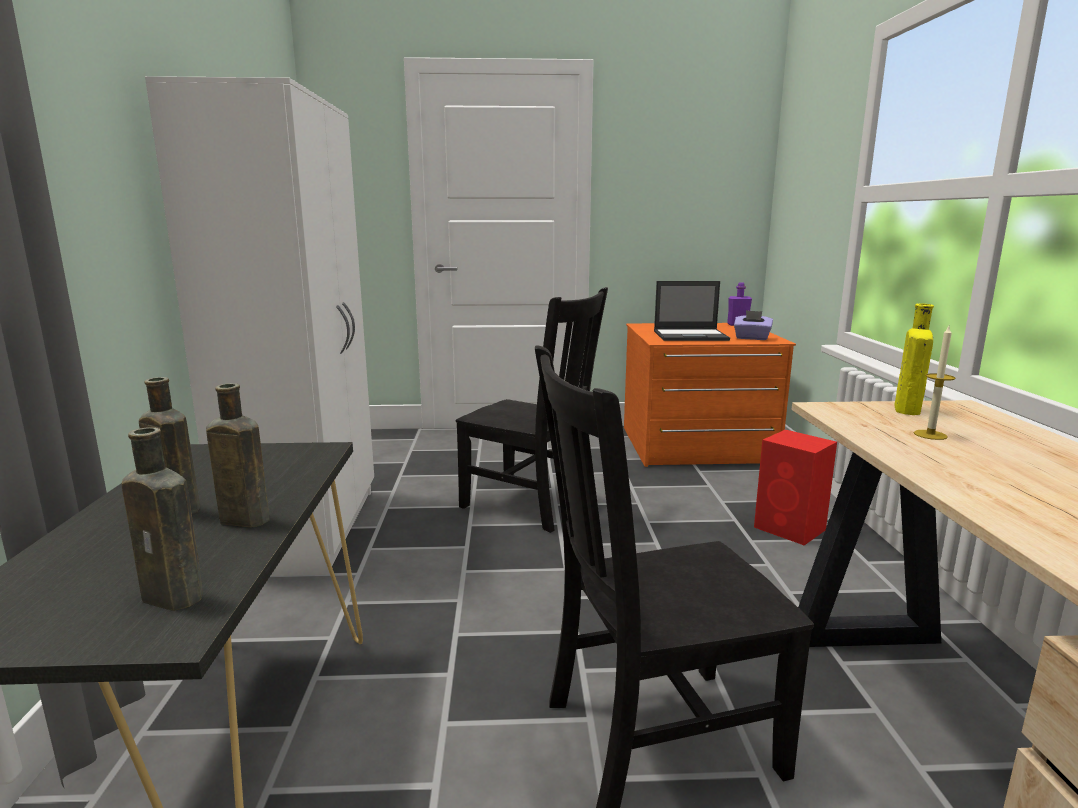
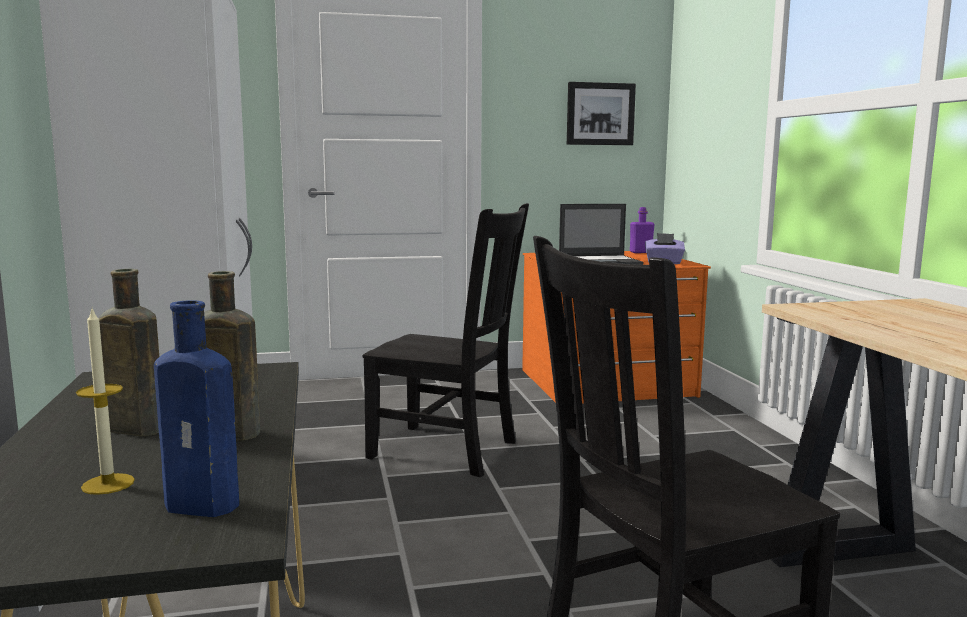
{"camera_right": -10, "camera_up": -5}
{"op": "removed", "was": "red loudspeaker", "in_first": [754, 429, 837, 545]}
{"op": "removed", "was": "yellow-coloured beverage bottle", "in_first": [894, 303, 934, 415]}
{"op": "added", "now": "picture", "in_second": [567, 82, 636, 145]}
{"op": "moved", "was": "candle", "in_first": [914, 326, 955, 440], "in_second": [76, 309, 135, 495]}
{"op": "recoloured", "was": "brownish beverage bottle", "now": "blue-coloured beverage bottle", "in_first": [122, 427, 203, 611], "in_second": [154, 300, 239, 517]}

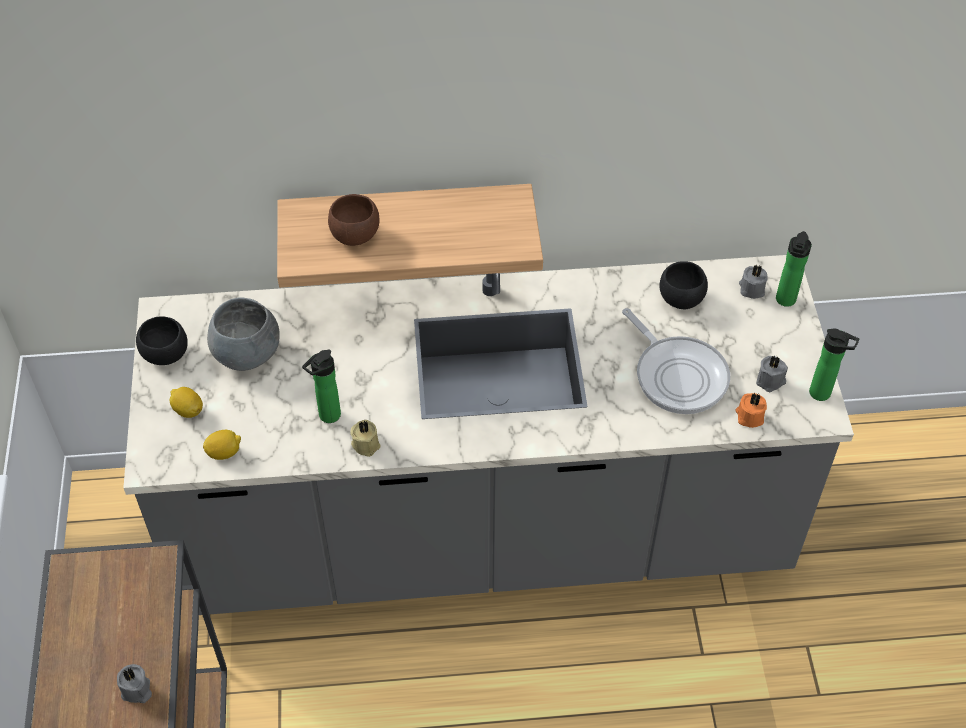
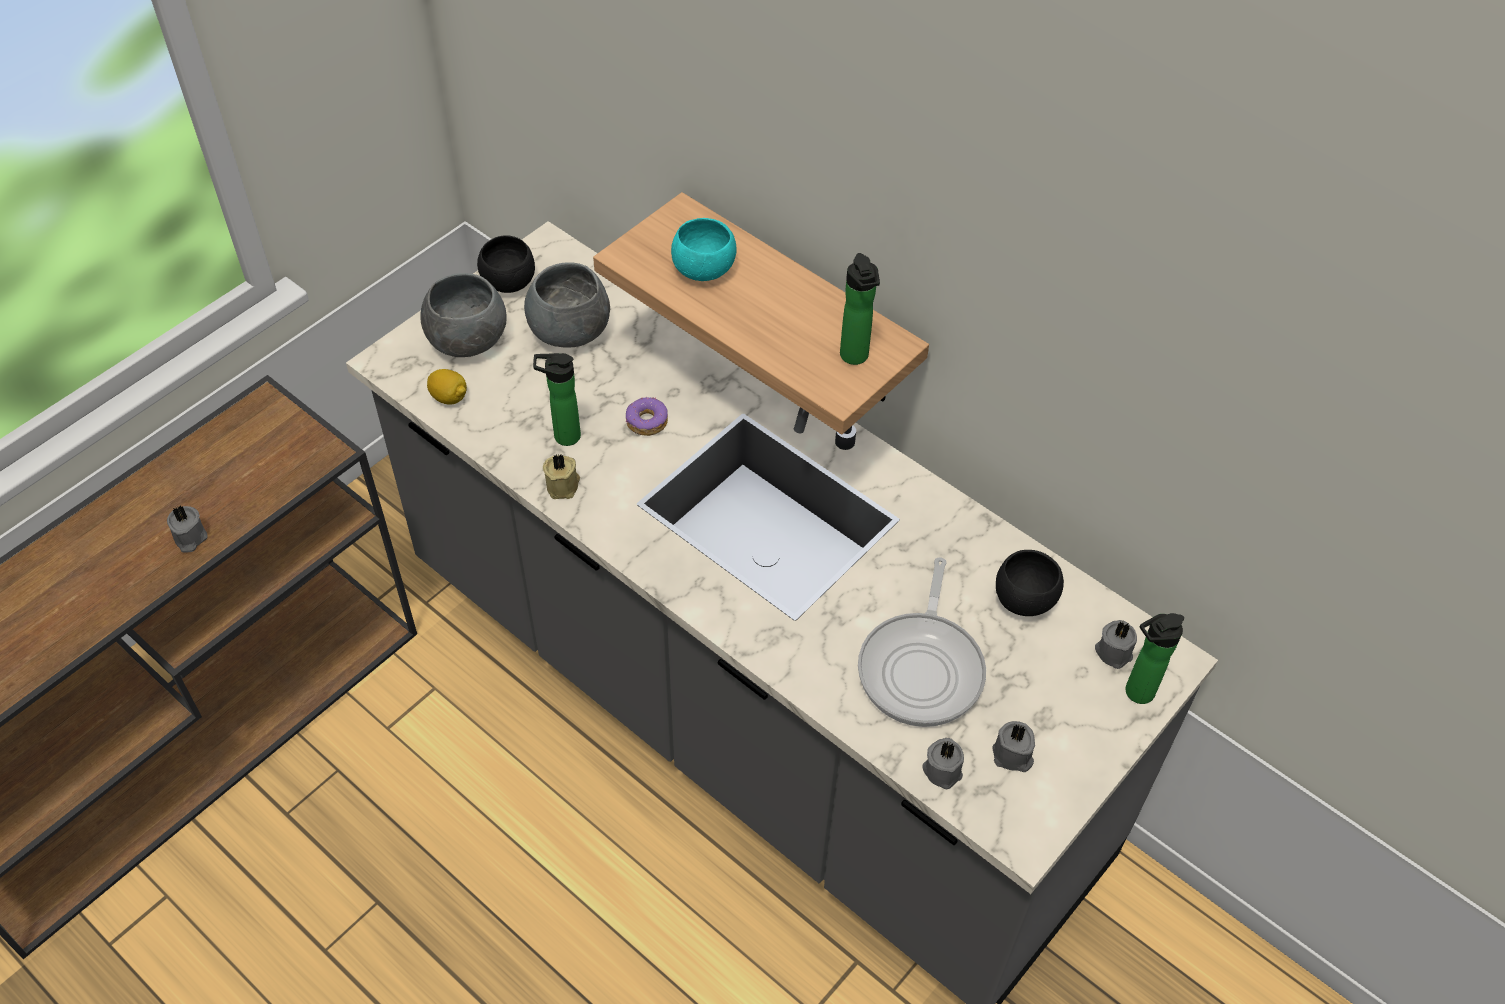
{"camera_right": 45, "camera_up": 0}
{"op": "added", "now": "doughnut", "in_second": [626, 397, 668, 436]}
{"op": "moved", "was": "beverage bottle", "in_first": [809, 328, 859, 401], "in_second": [840, 253, 880, 365]}
{"op": "replaced", "was": "whole lemon", "now": "gray bowl", "in_first": [170, 387, 203, 418], "in_second": [420, 273, 506, 357]}
{"op": "recoloured", "was": "brownish bowl", "now": "turquoise-coloured bowl", "in_first": [328, 194, 380, 246], "in_second": [671, 218, 737, 281]}
{"op": "recoloured", "was": "orangey candle", "now": "gray candle", "in_first": [736, 393, 767, 428], "in_second": [922, 738, 964, 790]}

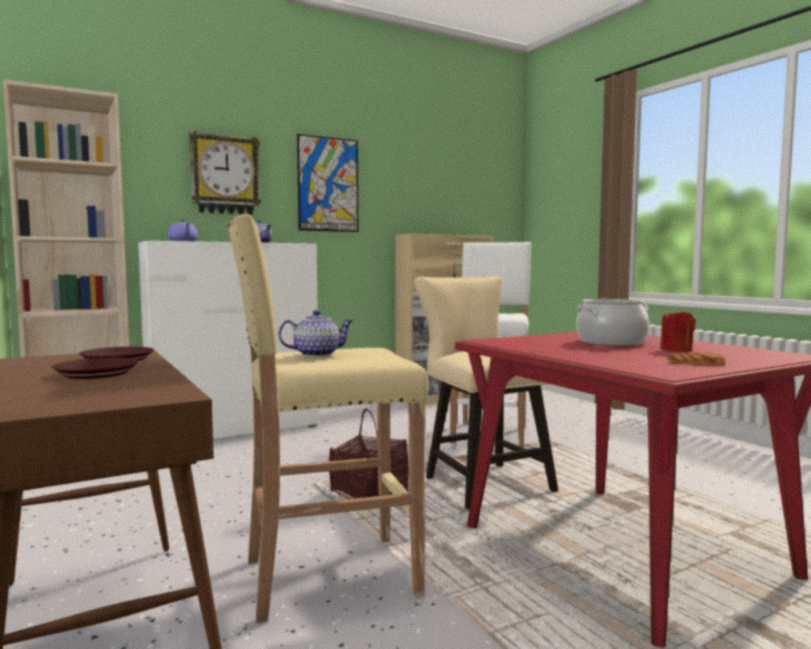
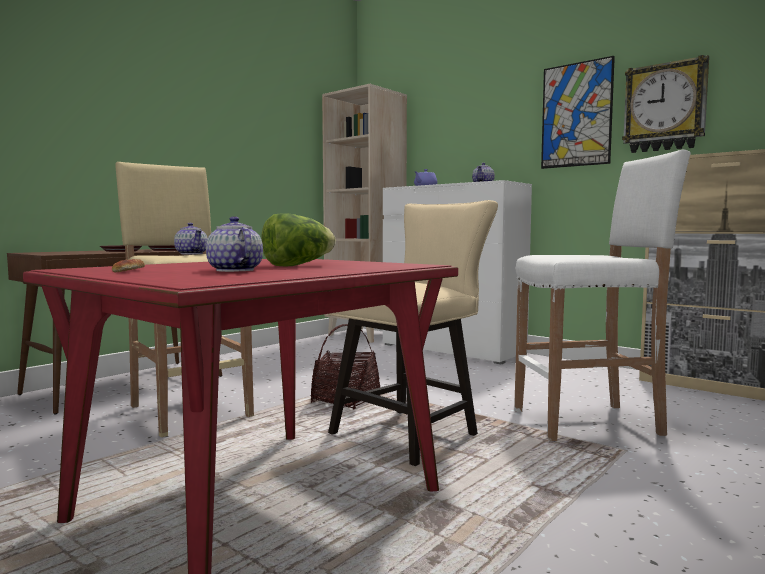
{"camera_right": 70, "camera_up": 0}
{"op": "moved", "was": "hanging clock", "in_first": [189, 131, 261, 215], "in_second": [622, 55, 709, 153]}
{"op": "replaced", "was": "stockpot", "now": "head of lettuce", "in_first": [576, 299, 649, 346], "in_second": [261, 213, 336, 266]}
{"op": "replaced", "was": "red candle", "now": "pot for tea", "in_first": [660, 308, 696, 352], "in_second": [206, 216, 263, 272]}

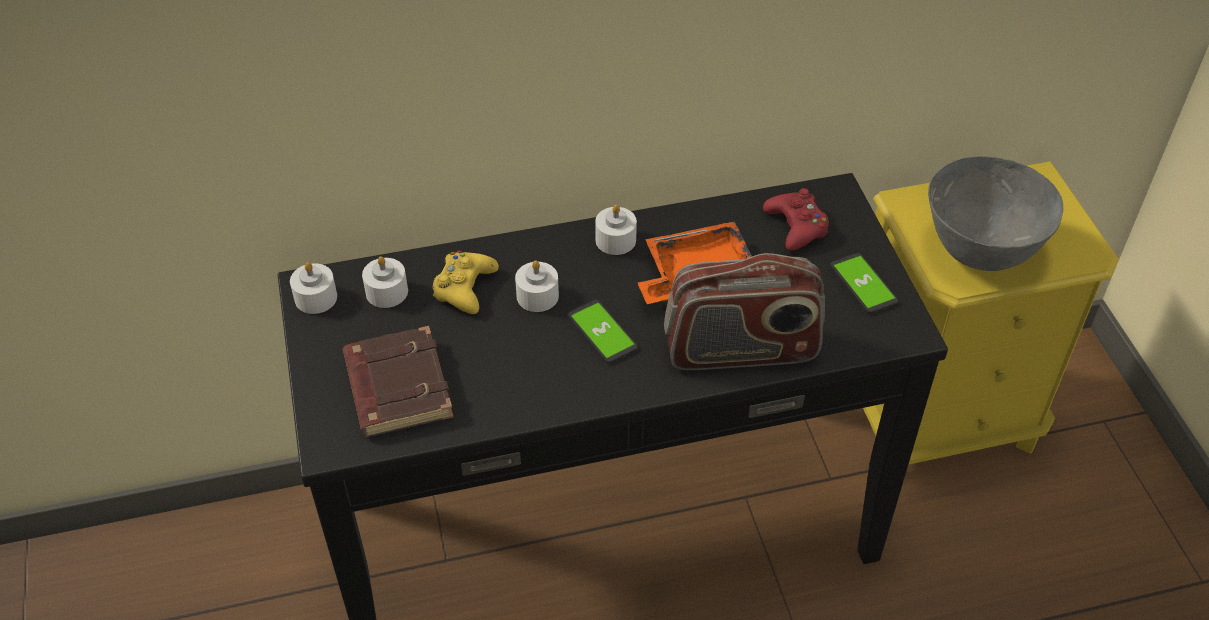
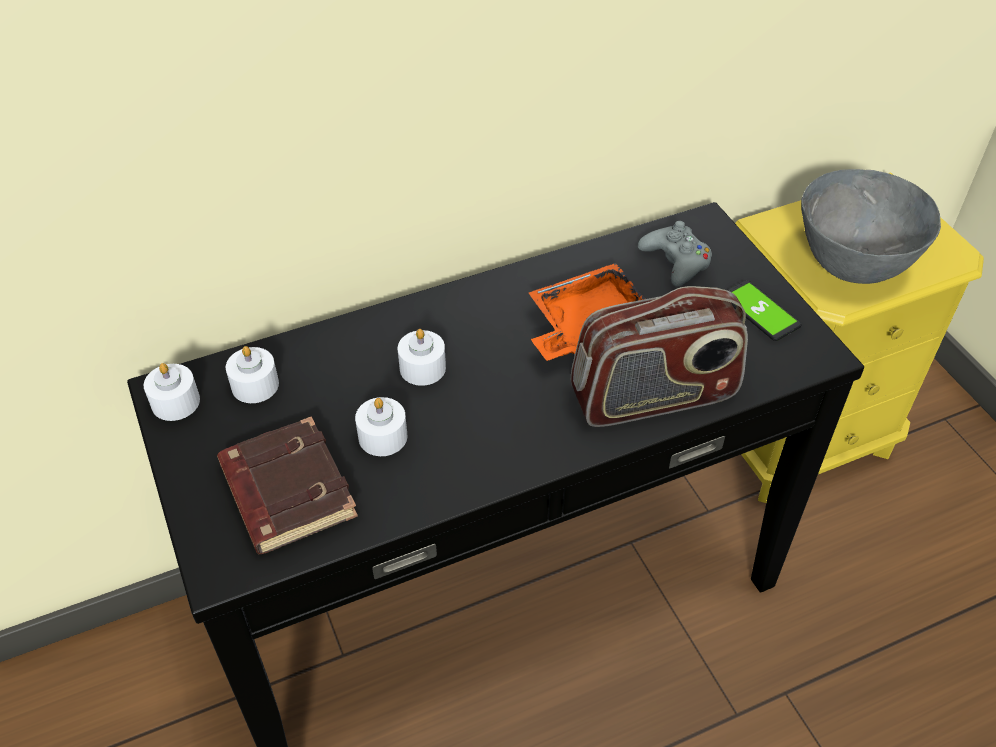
{"camera_right": -10, "camera_up": 0}
{"op": "removed", "was": "yellow-coloured game controller", "in_first": [433, 250, 499, 314]}
{"op": "removed", "was": "telephone", "in_first": [568, 300, 638, 364]}
{"op": "moved", "was": "white candle", "in_first": [595, 204, 637, 255], "in_second": [355, 397, 407, 456]}
{"op": "recoloured", "was": "red game controller", "now": "gray game controller", "in_first": [763, 188, 829, 251], "in_second": [638, 221, 712, 287]}

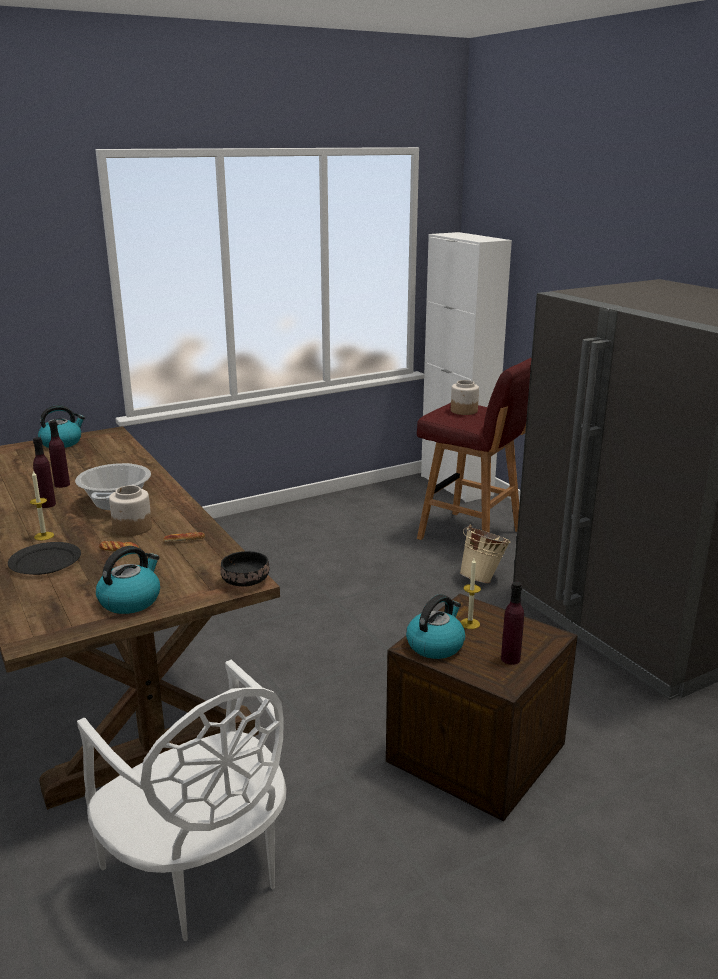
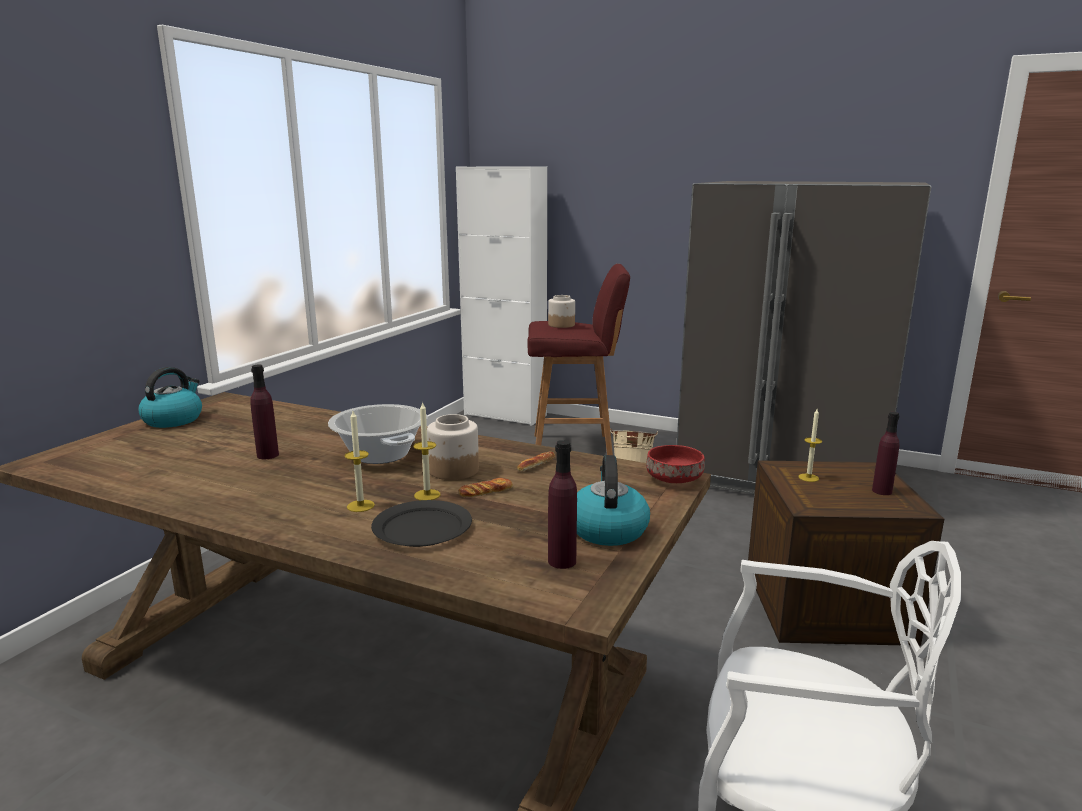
{"camera_right": -35, "camera_up": -5}
{"op": "removed", "was": "kettle", "in_first": [406, 594, 465, 659]}
{"op": "added", "now": "candle", "in_second": [413, 401, 440, 500]}
{"op": "moved", "was": "purple beverage bottle", "in_first": [33, 437, 56, 508], "in_second": [548, 440, 577, 569]}
{"op": "recoloured", "was": "blackish bowl", "now": "red bowl", "in_first": [221, 551, 270, 587], "in_second": [646, 445, 705, 483]}

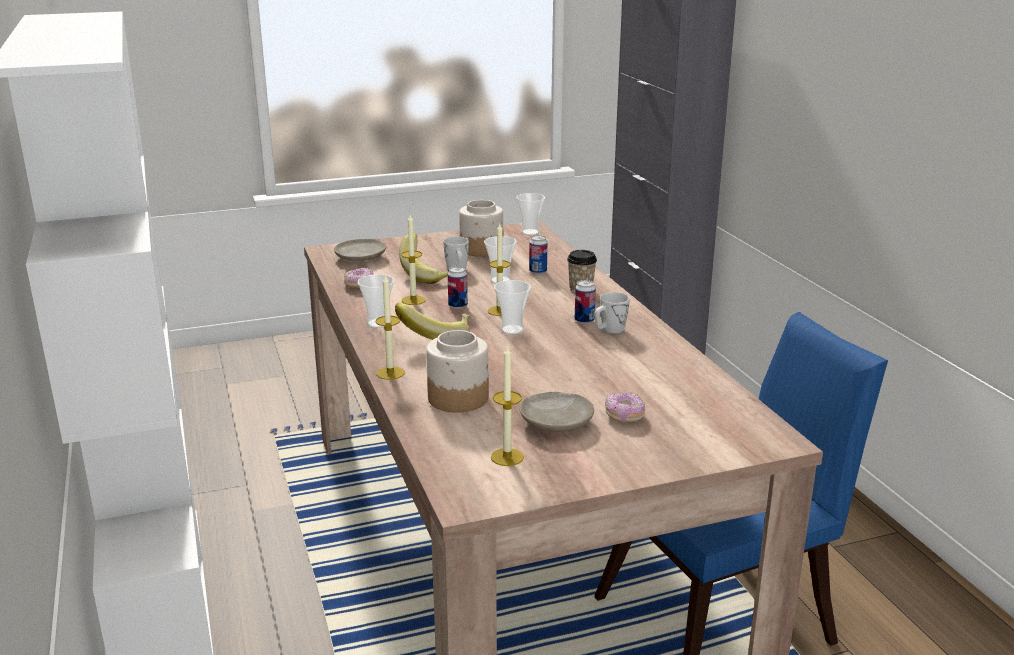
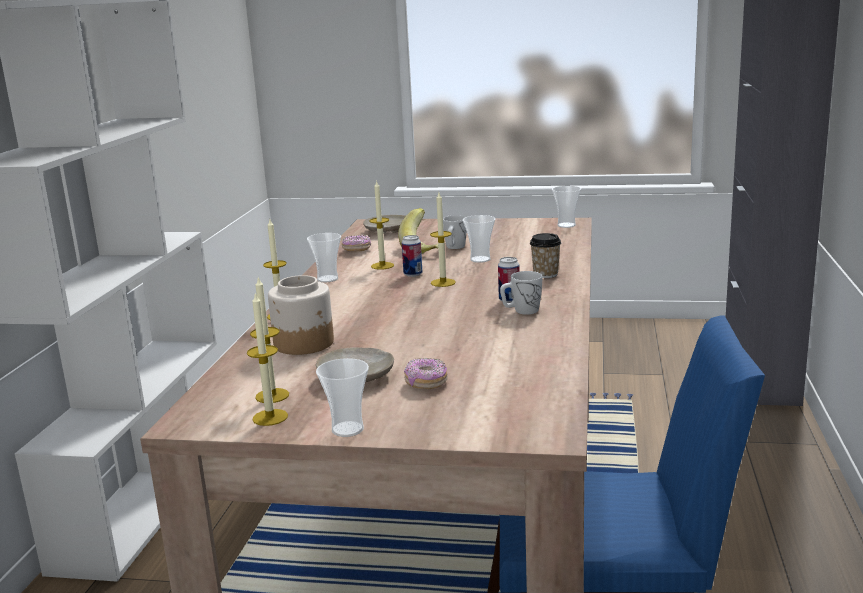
{"camera_right": 30, "camera_up": -5}
{"op": "removed", "was": "banana", "in_first": [395, 302, 470, 340]}
{"op": "removed", "was": "storage jar", "in_first": [459, 200, 503, 257]}
{"op": "removed", "was": "metal can", "in_first": [529, 235, 548, 274]}
{"op": "added", "now": "candle", "in_second": [247, 293, 288, 426]}
{"op": "moved", "was": "small cup", "in_first": [494, 280, 531, 335], "in_second": [316, 358, 369, 437]}

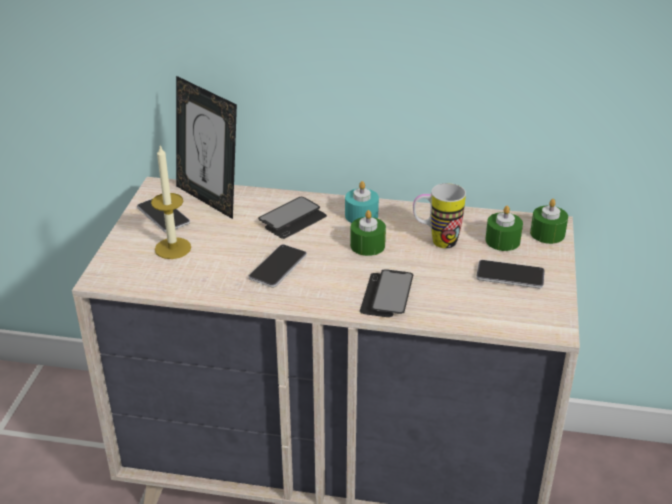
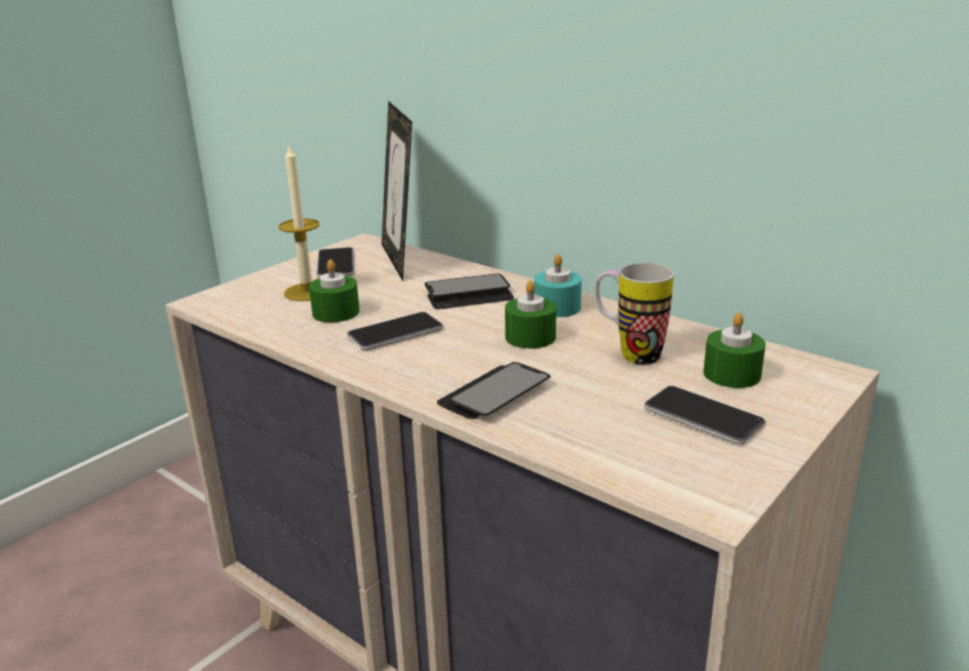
{"camera_right": 30, "camera_up": -10}
{"op": "moved", "was": "greenish candle", "in_first": [530, 199, 568, 244], "in_second": [309, 259, 360, 322]}

